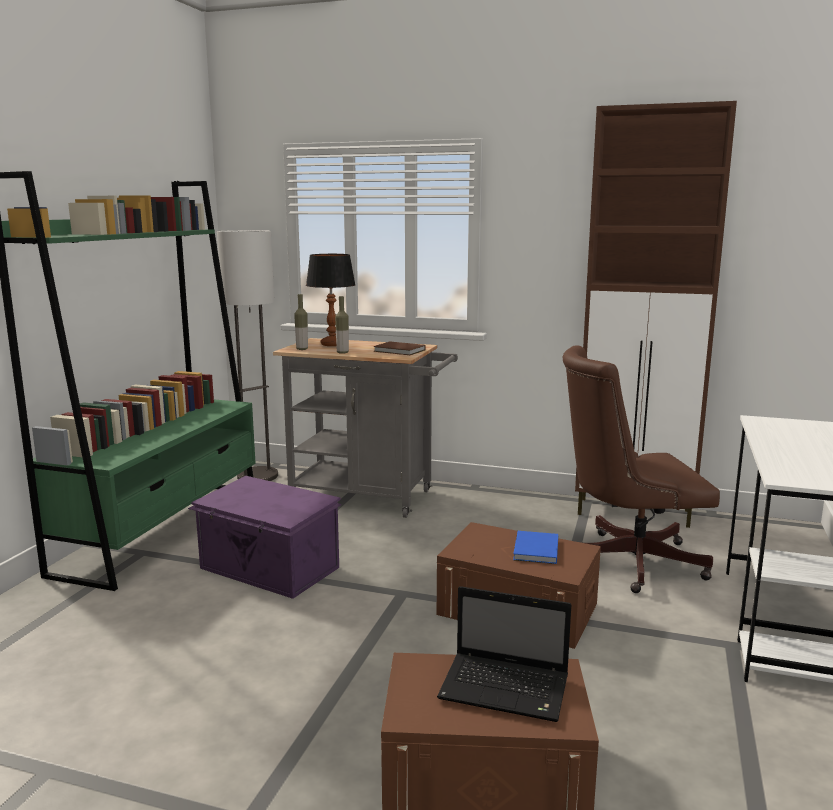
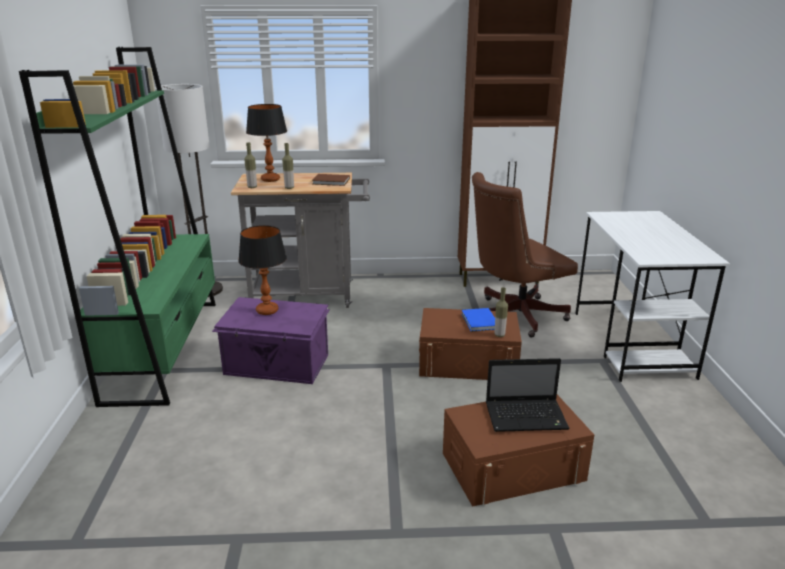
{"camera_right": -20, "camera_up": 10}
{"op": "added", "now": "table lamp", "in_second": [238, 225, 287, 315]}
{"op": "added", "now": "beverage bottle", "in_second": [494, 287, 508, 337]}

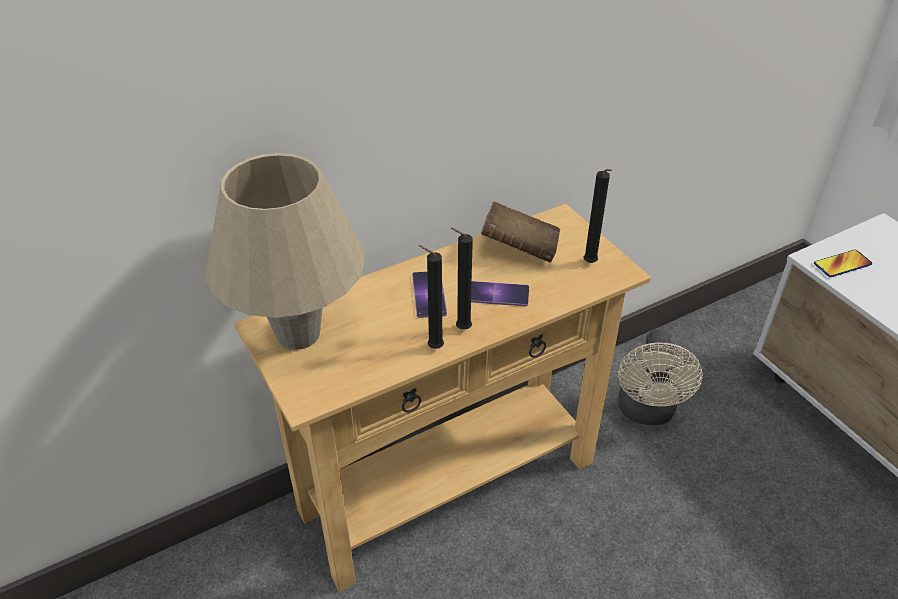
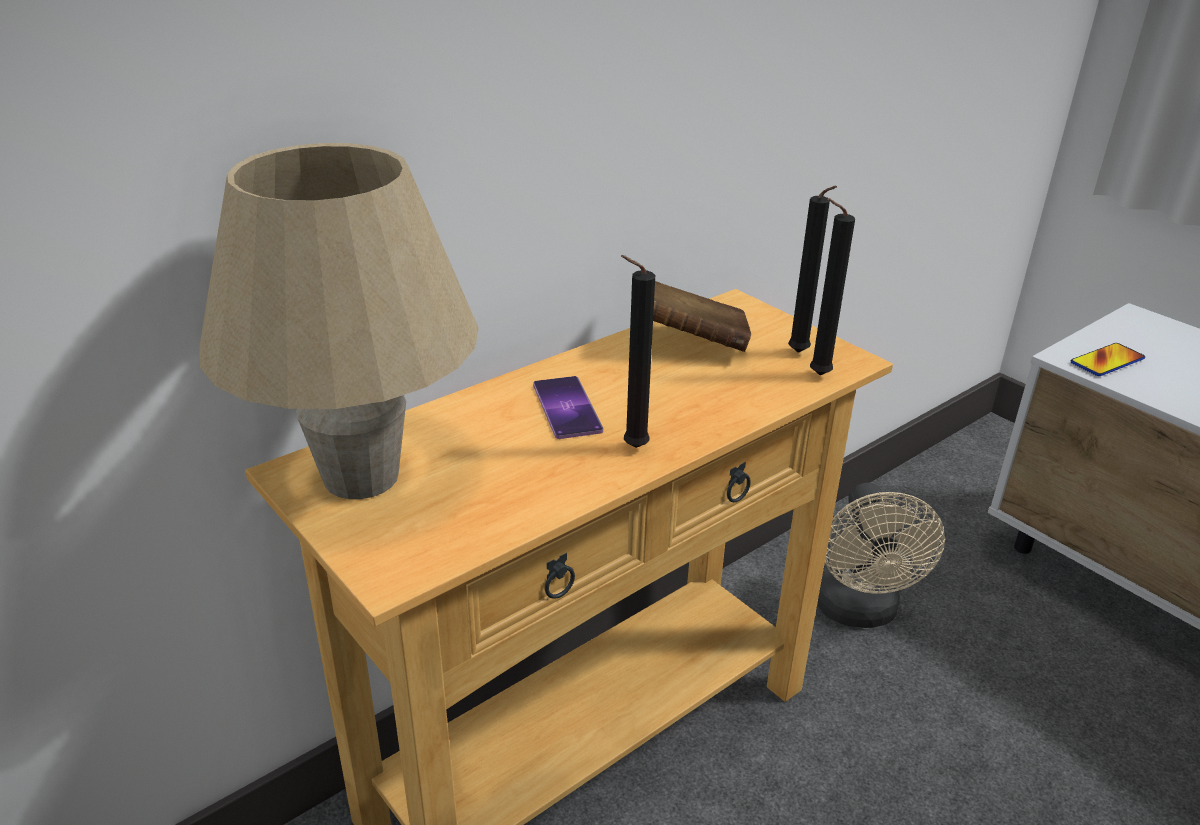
{"camera_right": -10, "camera_up": -10}
{"op": "removed", "was": "telephone", "in_first": [471, 281, 529, 306]}
{"op": "moved", "was": "blackish candle", "in_first": [419, 245, 444, 349], "in_second": [810, 198, 855, 375]}

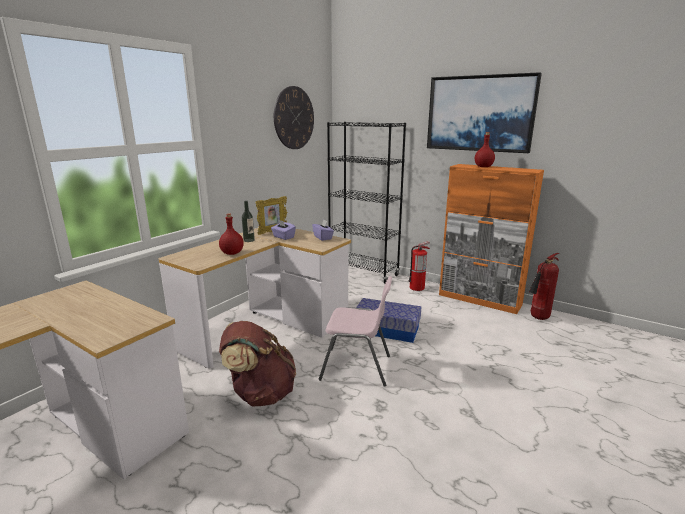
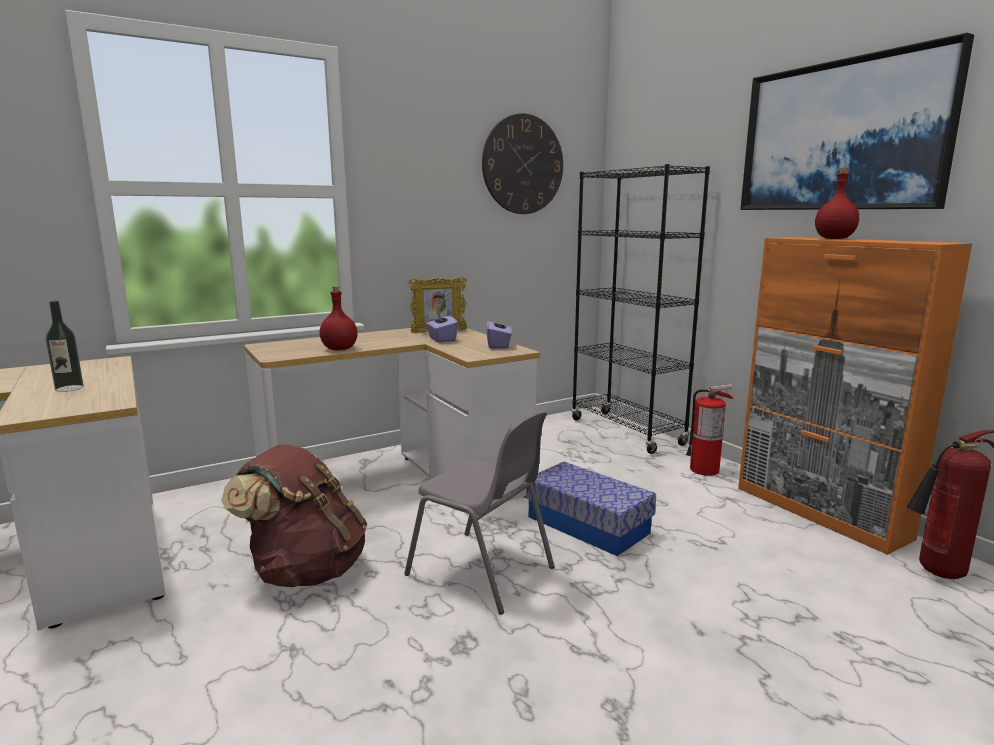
{"camera_right": 25, "camera_up": -5}
{"op": "moved", "was": "beverage bottle", "in_first": [242, 201, 255, 242], "in_second": [46, 301, 84, 392]}
{"op": "recoloured", "was": "pinkish upright chair", "now": "gray upright chair", "in_first": [319, 276, 392, 387], "in_second": [404, 410, 555, 615]}

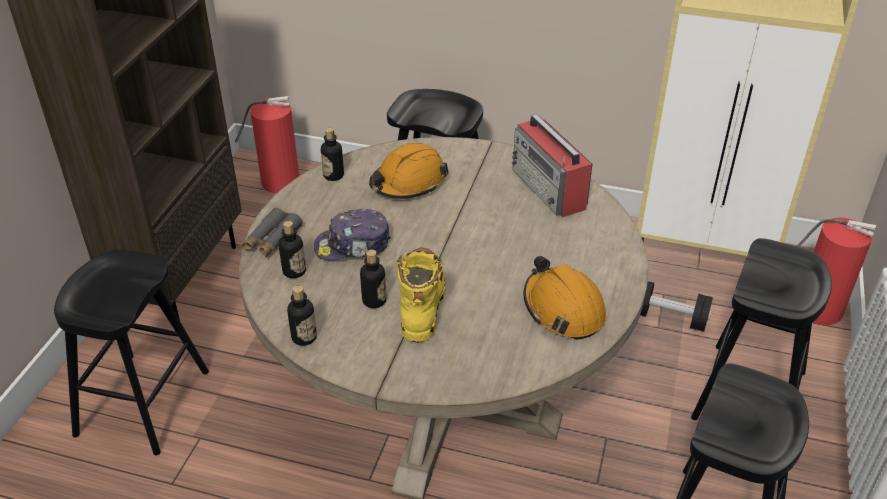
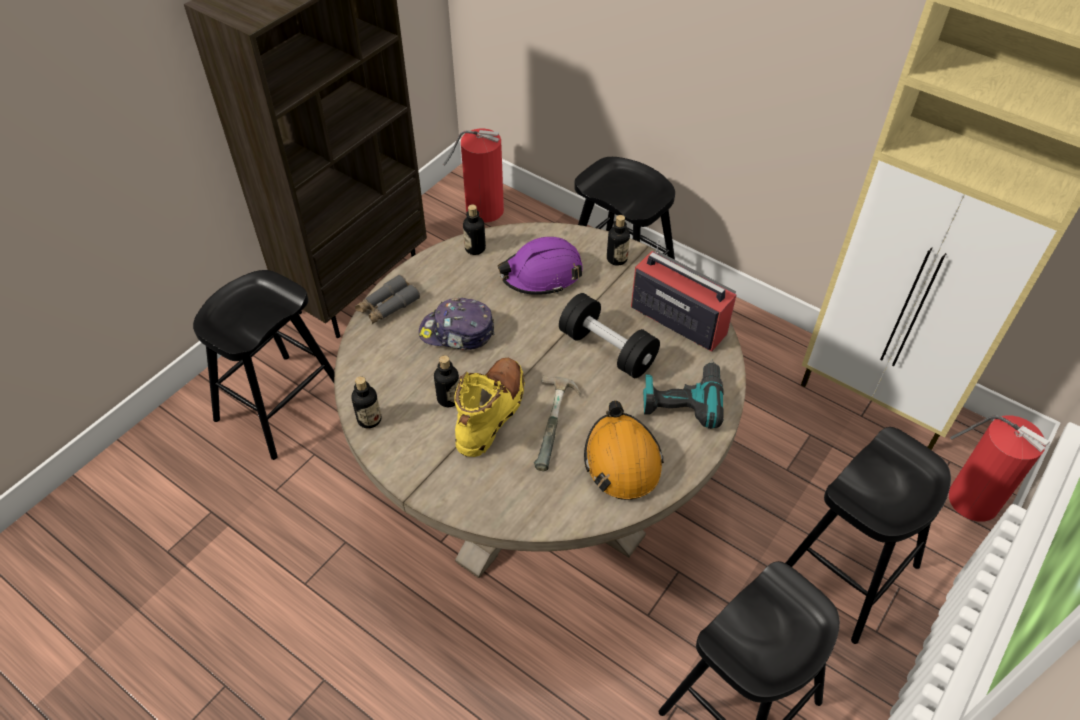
{"camera_right": 20, "camera_up": 10}
{"op": "added", "now": "hammer", "in_second": [534, 375, 581, 471]}
{"op": "added", "now": "power drill", "in_second": [643, 360, 724, 429]}
{"op": "moved", "was": "beverage bottle", "in_first": [279, 221, 306, 278], "in_second": [607, 215, 630, 266]}
{"op": "moved", "was": "blackish hand weight", "in_first": [640, 281, 713, 331], "in_second": [559, 293, 660, 378]}
{"op": "recoloured", "was": "orangey hard hat", "now": "purple hard hat", "in_first": [369, 143, 448, 199], "in_second": [498, 237, 582, 295]}
{"op": "turned", "was": "radio receiver", "in_first": [512, 114, 592, 218], "in_second": [631, 239, 736, 352], "clockwise": 135}

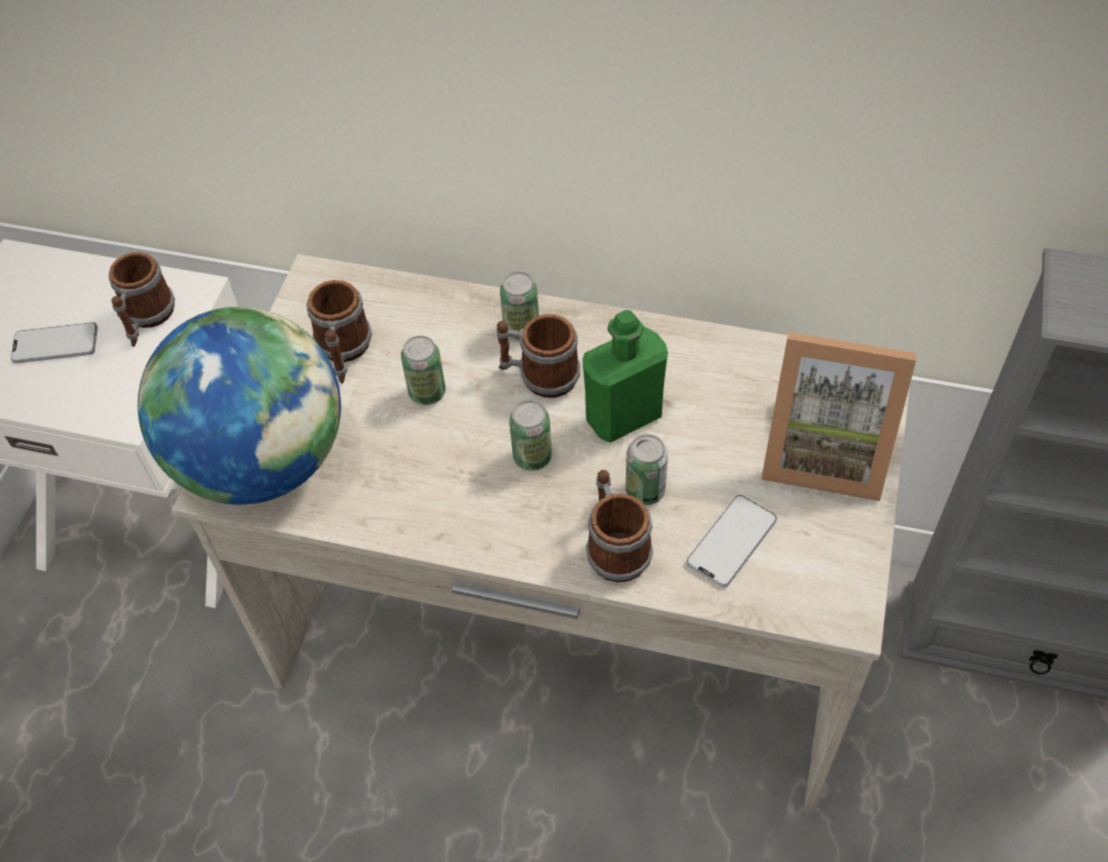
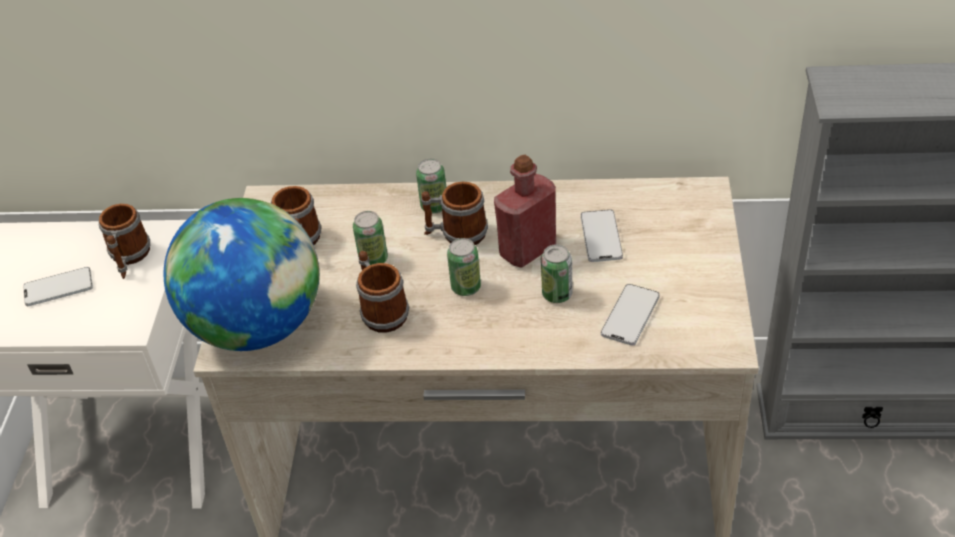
{"camera_right": -10, "camera_up": -10}
{"op": "removed", "was": "standing frame", "in_first": [761, 332, 916, 501]}
{"op": "added", "now": "telephone", "in_second": [581, 210, 623, 262]}
{"op": "moved", "was": "mug", "in_first": [586, 470, 653, 582], "in_second": [356, 251, 409, 333]}
{"op": "recoloured", "was": "greenish beverage bottle", "now": "red beverage bottle", "in_first": [582, 310, 668, 443], "in_second": [494, 155, 556, 267]}

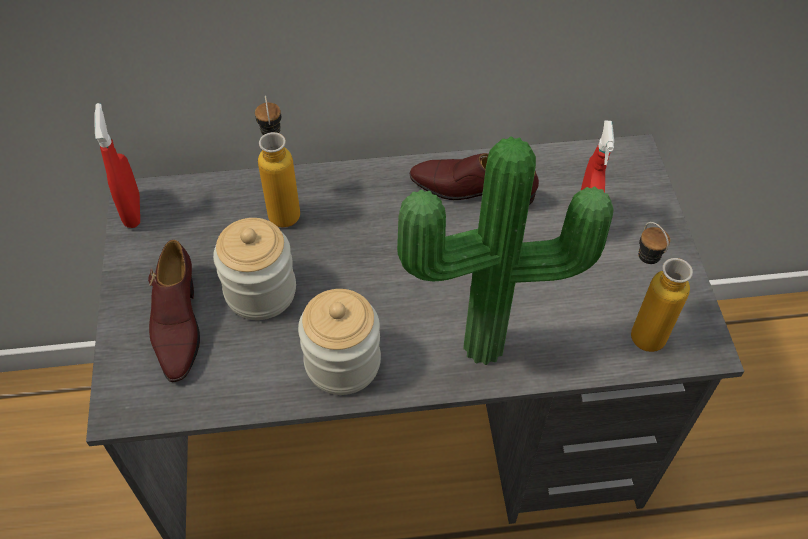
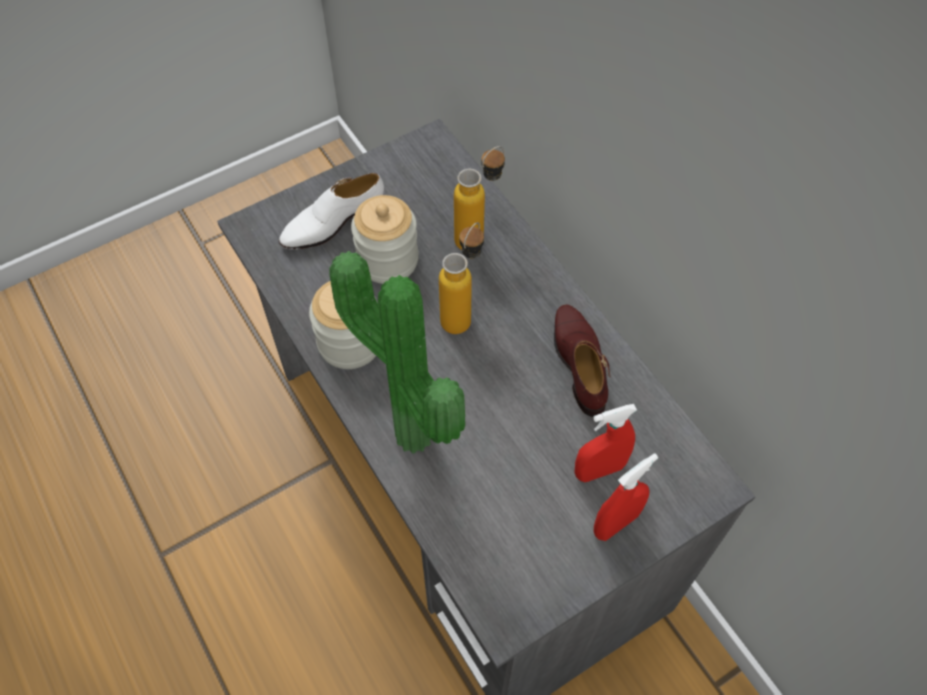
{"camera_right": 65, "camera_up": 5}
{"op": "moved", "was": "red spray bottle", "in_first": [94, 103, 140, 228], "in_second": [594, 453, 658, 541]}
{"op": "moved", "was": "beverage bottle", "in_first": [631, 222, 693, 352], "in_second": [439, 222, 484, 334]}
{"op": "recoloured", "was": "brownish item of footwear", "now": "white item of footwear", "in_first": [148, 240, 200, 382], "in_second": [279, 173, 384, 249]}

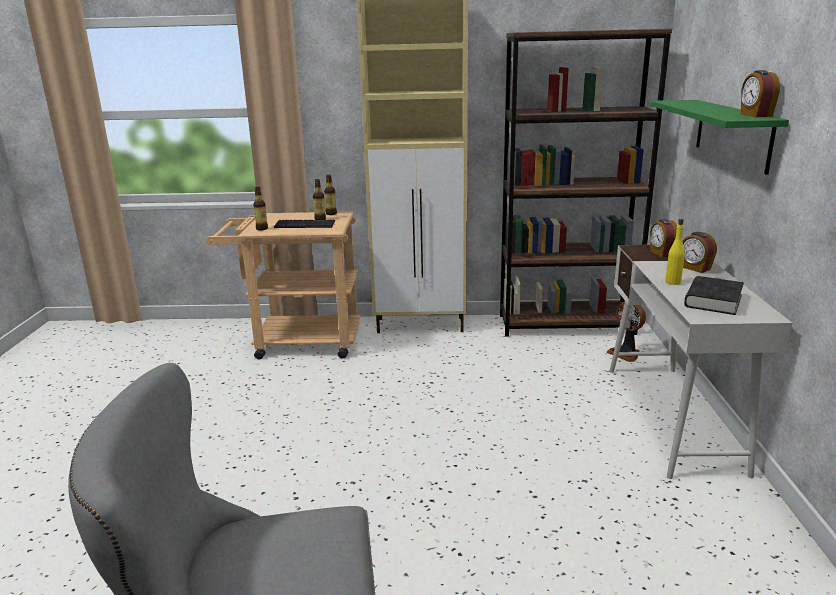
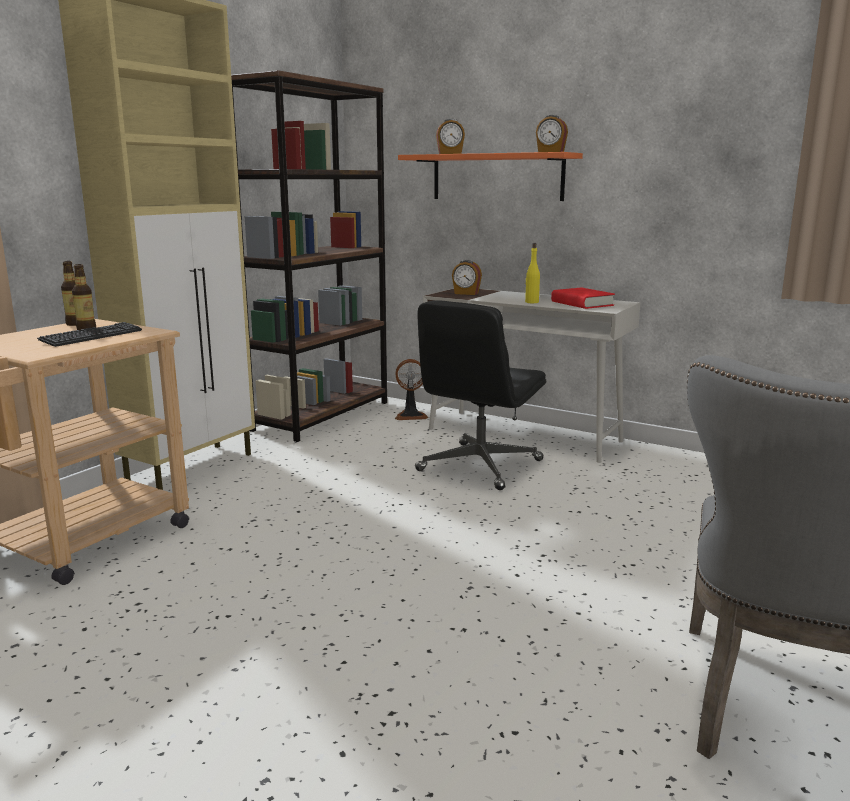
{"camera_right": -60, "camera_up": -5}
{"op": "removed", "was": "beverage bottle", "in_first": [253, 187, 268, 230]}
{"op": "added", "now": "blackish computer chair", "in_second": [415, 300, 546, 490]}
{"op": "moved", "was": "table clock", "in_first": [682, 232, 717, 273], "in_second": [436, 118, 465, 154]}
{"op": "recoloured", "was": "greenish wall shelf", "now": "orangey wall shelf", "in_first": [650, 100, 789, 175], "in_second": [398, 152, 583, 201]}
{"op": "recoloured", "was": "blackish volume", "now": "red volume", "in_first": [684, 276, 744, 315], "in_second": [551, 287, 615, 309]}

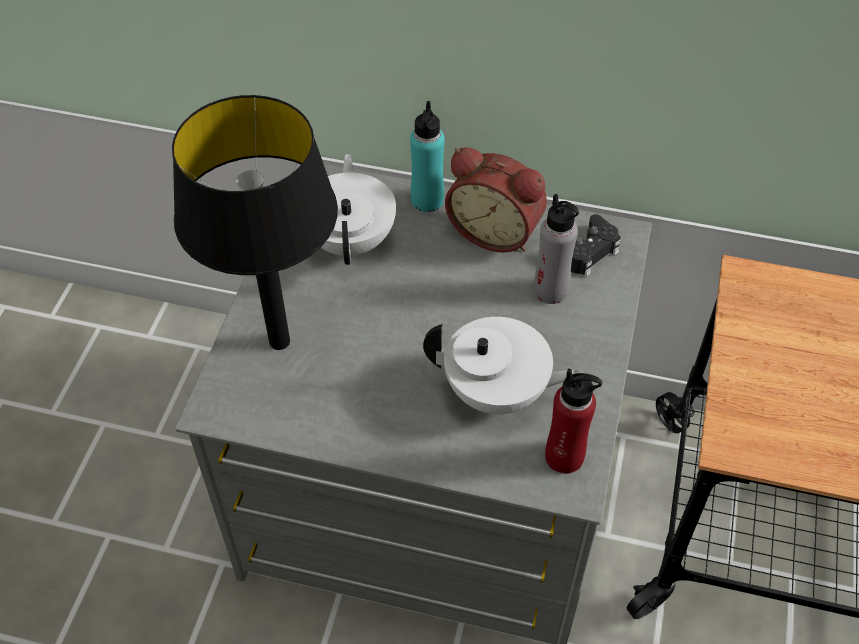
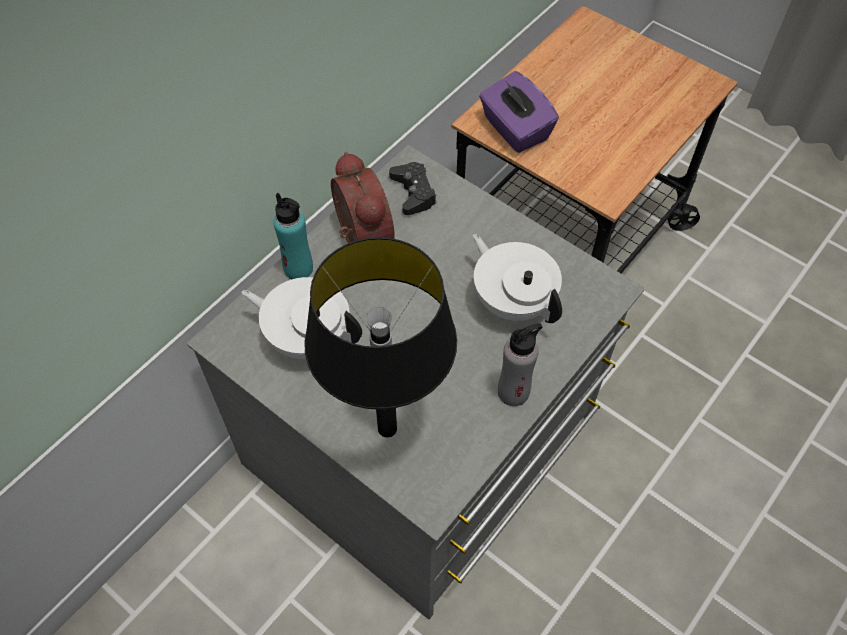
{"camera_right": -65, "camera_up": 5}
{"op": "removed", "was": "red beverage bottle", "in_first": [545, 368, 602, 474]}
{"op": "added", "now": "purple tissue holder", "in_second": [479, 71, 559, 153]}
{"op": "moved", "was": "gray beverage bottle", "in_first": [534, 194, 579, 304], "in_second": [498, 323, 543, 406]}
{"op": "turned", "was": "white pot for tea", "in_first": [423, 317, 584, 415], "in_second": [473, 234, 562, 323], "clockwise": -75}
{"op": "turned", "was": "table clock", "in_first": [445, 147, 547, 252], "in_second": [331, 151, 395, 243], "clockwise": -75}

